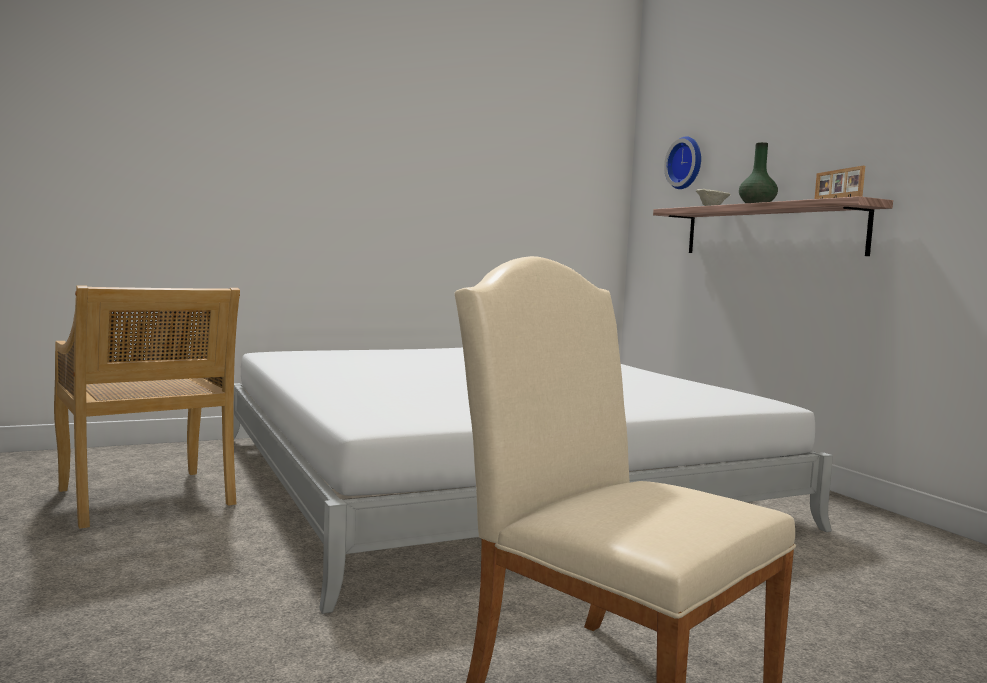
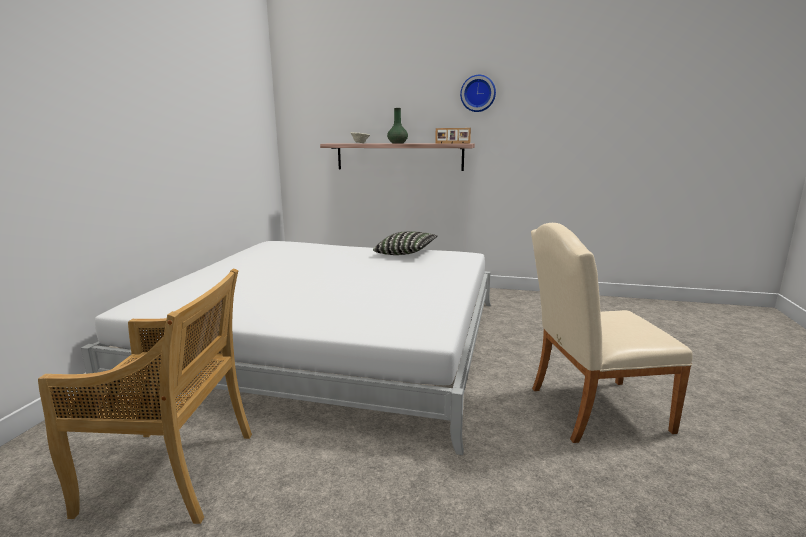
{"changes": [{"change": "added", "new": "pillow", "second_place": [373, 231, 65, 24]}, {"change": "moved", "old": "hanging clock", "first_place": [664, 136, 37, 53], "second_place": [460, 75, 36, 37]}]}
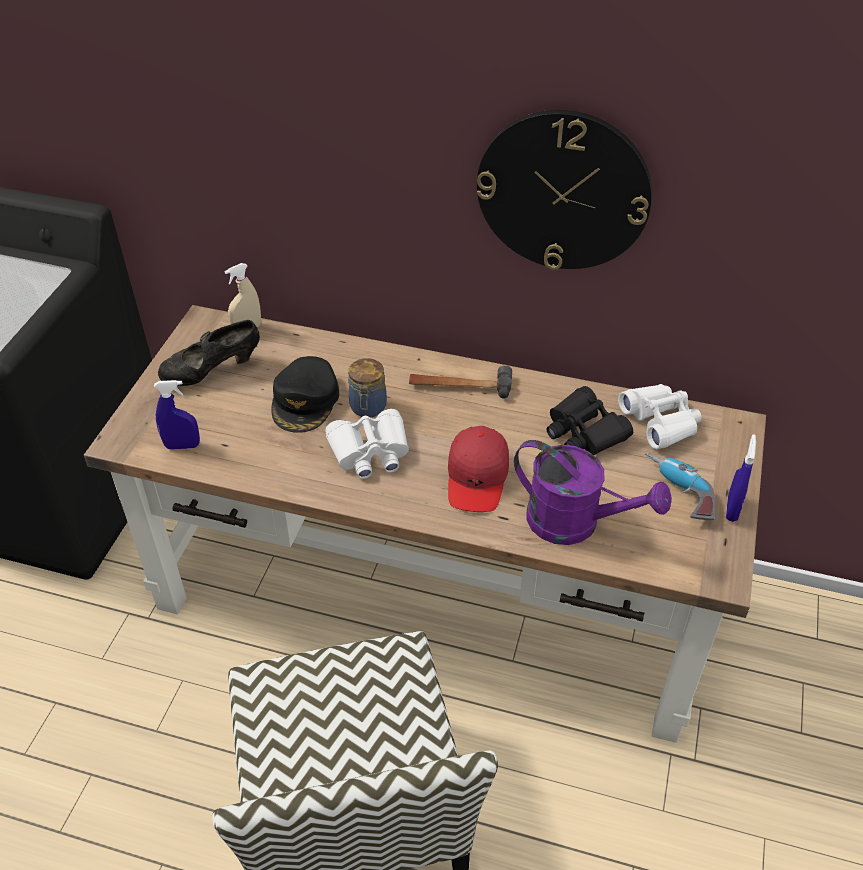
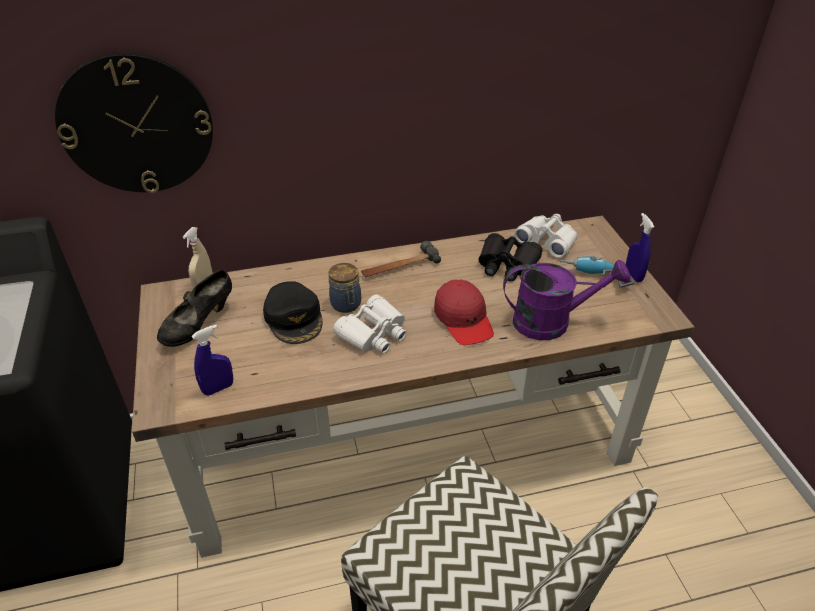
{"changes": [{"change": "moved", "old": "hanging clock", "first_place": [477, 110, 175, 160], "second_place": [55, 53, 158, 140]}]}
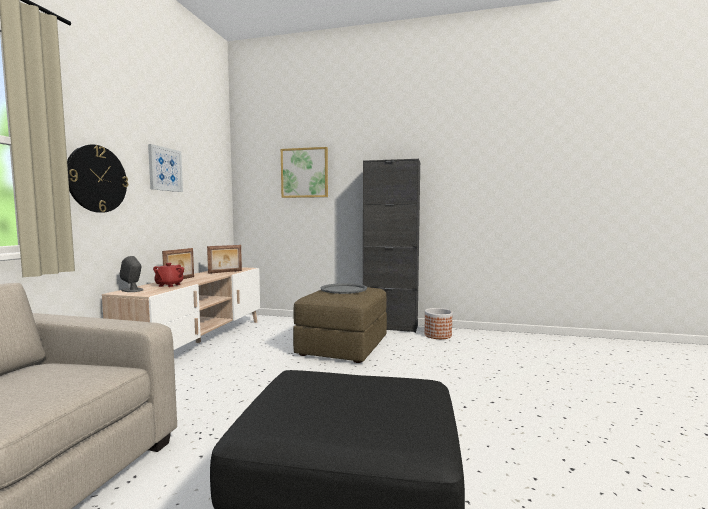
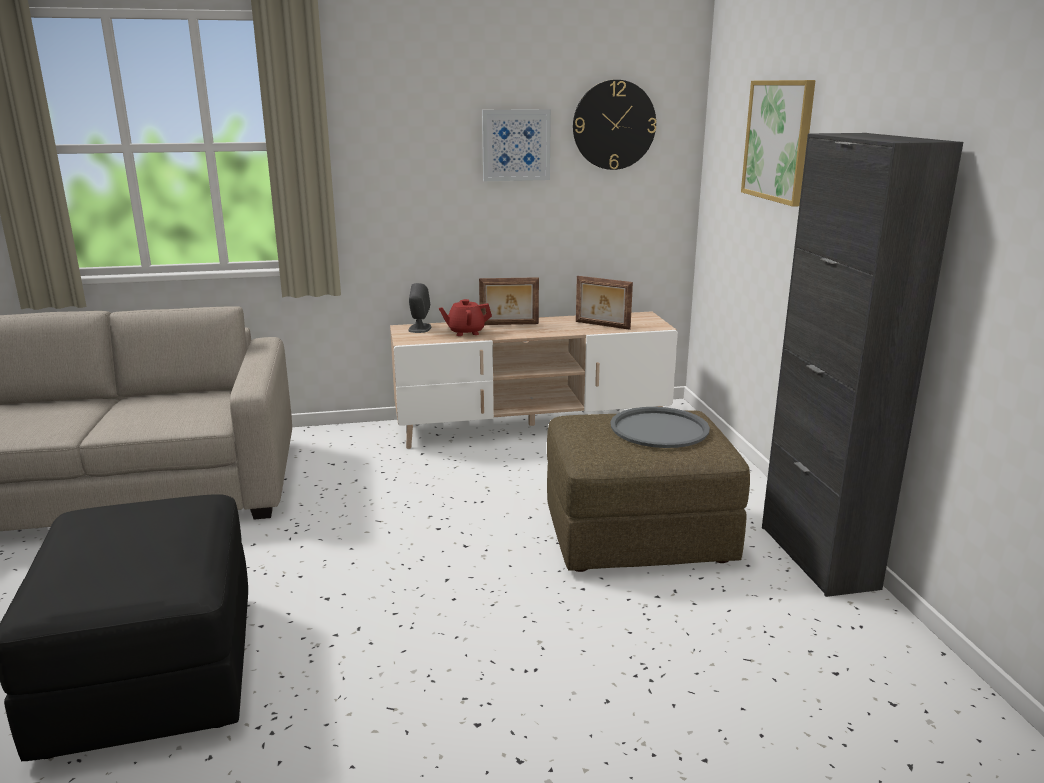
{"changes": [{"change": "moved", "old": "hanging clock", "first_place": [67, 144, 61, 69], "second_place": [573, 80, 83, 90]}, {"change": "removed", "old": "flower pot", "first_place": [424, 308, 28, 31]}]}
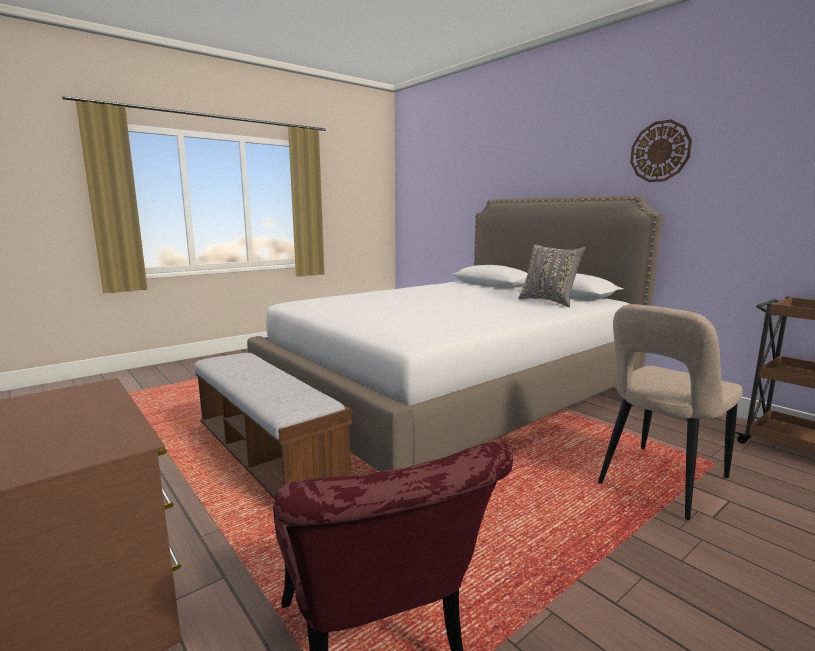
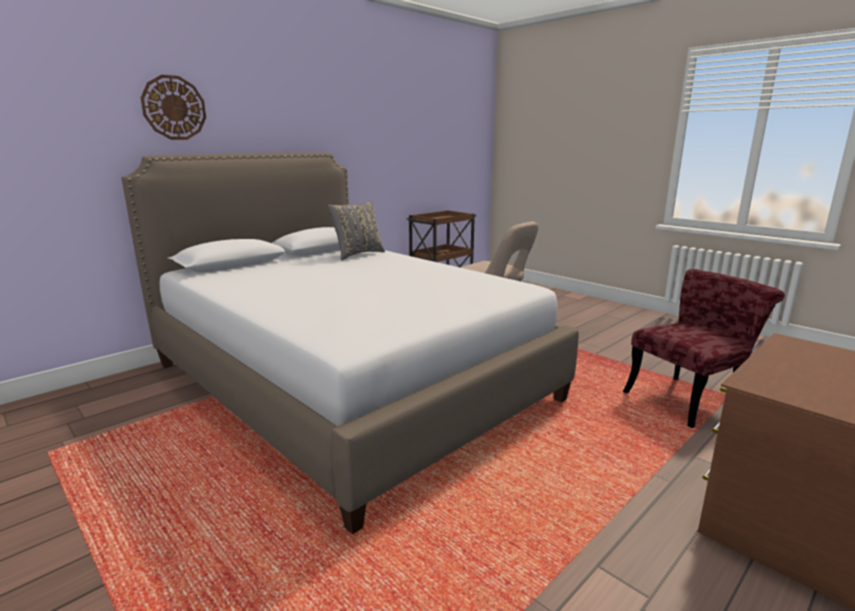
{"changes": [{"change": "moved", "old": "hanging clock", "first_place": [630, 120, 62, 62], "second_place": [141, 75, 65, 65]}, {"change": "removed", "old": "indoor bench", "first_place": [194, 353, 158, 146]}]}
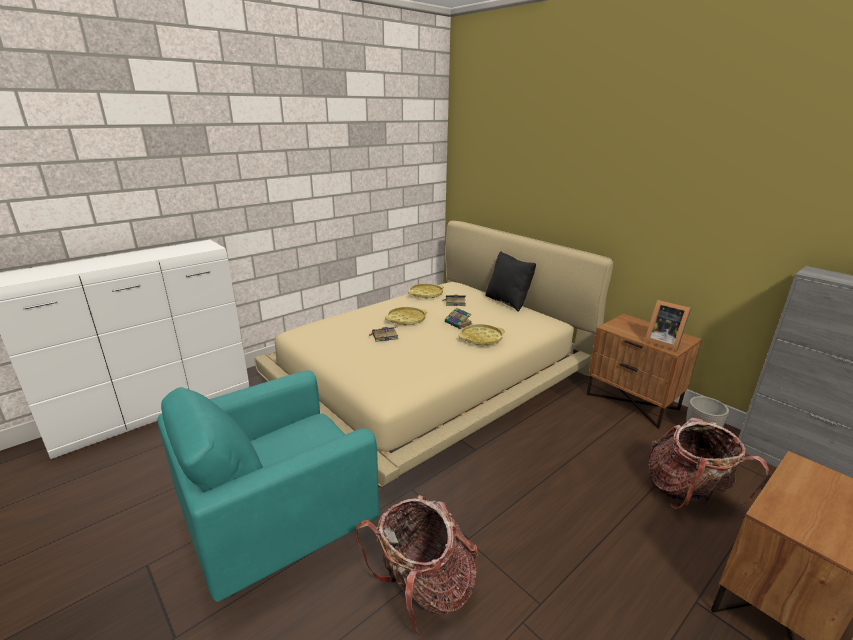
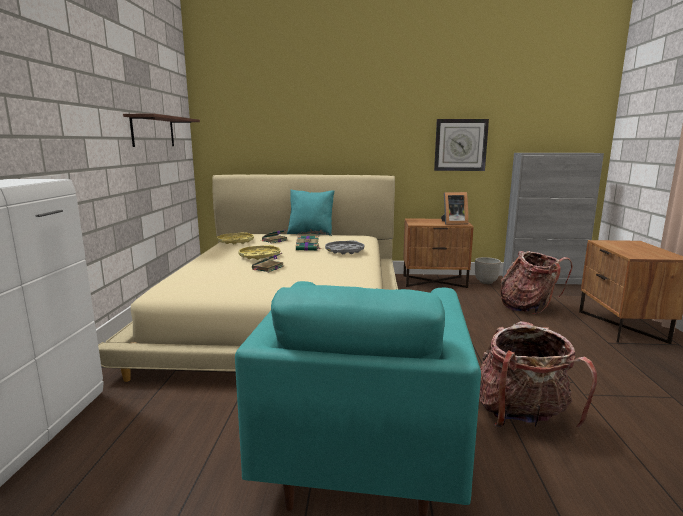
{"changes": [{"change": "added", "new": "wall shelf", "second_place": [123, 114, 77, 33]}, {"change": "recoloured", "old": "pillow (black-coloured)", "new": "pillow (blue-green)", "first_place": [485, 252, 51, 60], "second_place": [287, 190, 47, 46]}, {"change": "recoloured", "old": "tray (yellowish)", "new": "tray (gray)", "first_place": [458, 324, 47, 22], "second_place": [325, 240, 39, 14]}, {"change": "added", "new": "hanging clock", "second_place": [434, 119, 55, 52]}]}
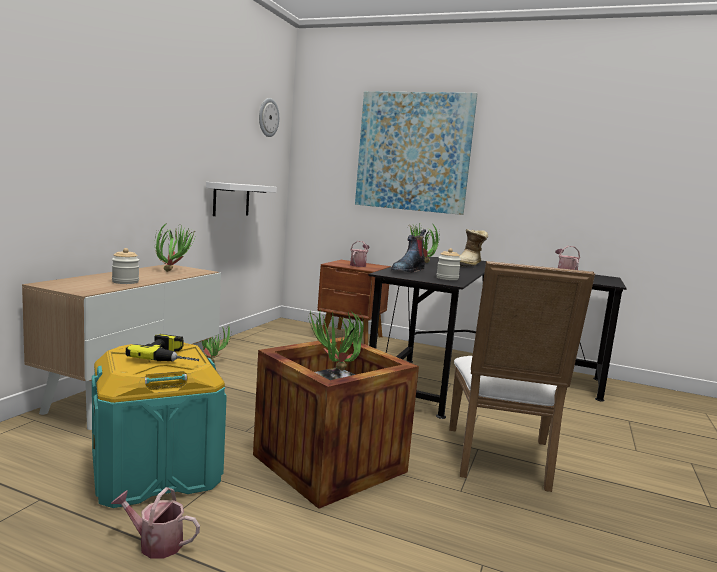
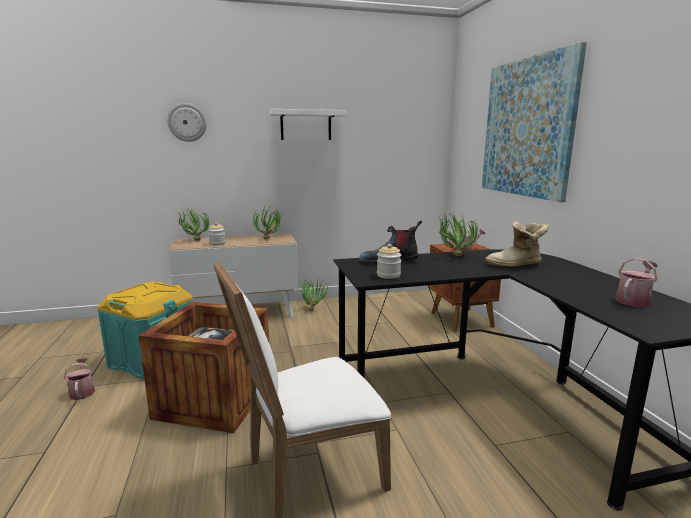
{"changes": [{"change": "moved", "old": "hanging clock", "first_place": [259, 98, 20, 39], "second_place": [167, 103, 40, 39]}, {"change": "moved", "old": "plant in a pot", "first_place": [308, 309, 56, 62], "second_place": [176, 208, 33, 33]}, {"change": "moved", "old": "wall shelf (whitish)", "first_place": [206, 182, 71, 34], "second_place": [269, 109, 77, 31]}, {"change": "removed", "old": "drill", "first_place": [126, 334, 73, 27]}]}
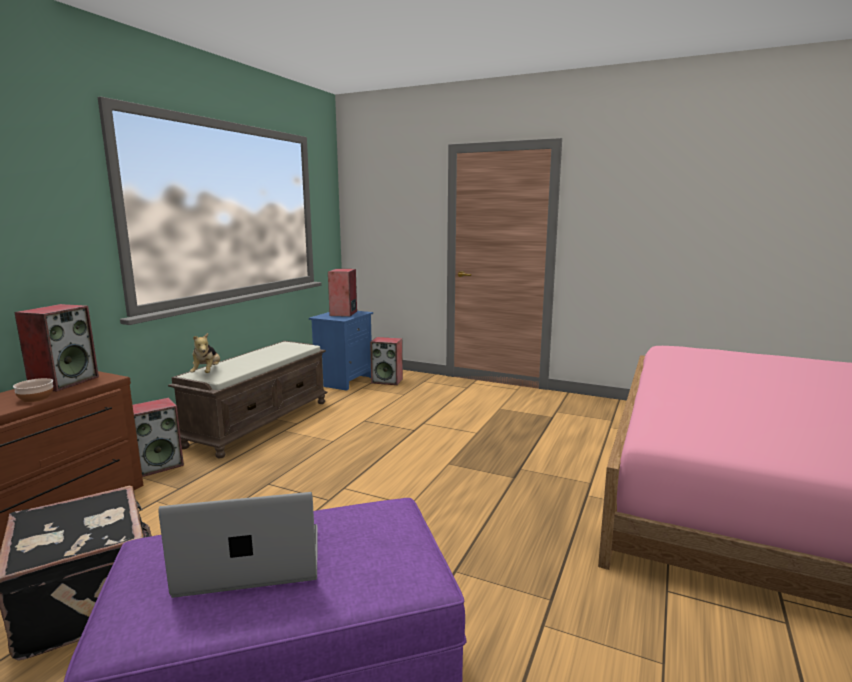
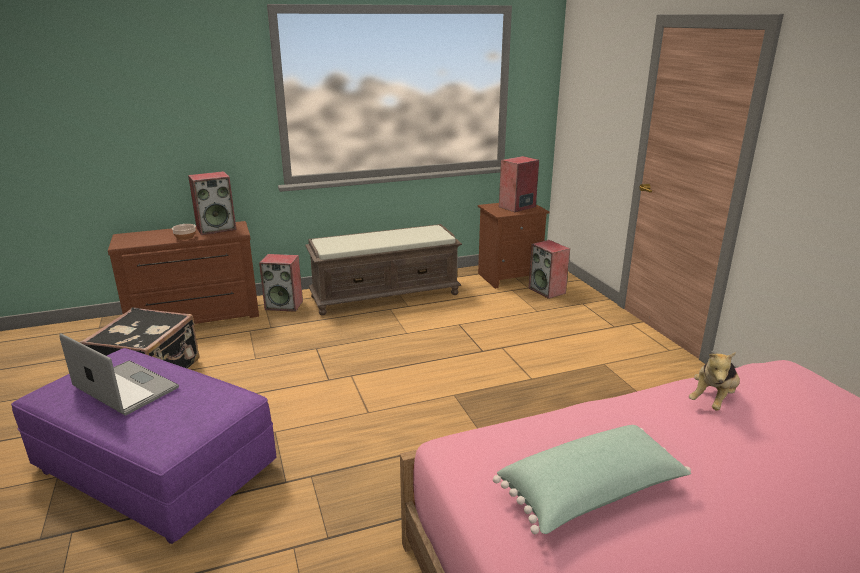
{"changes": [{"change": "recoloured", "old": "bedside table (blue-coloured)", "new": "bedside table (brown-coloured)", "first_place": [309, 311, 64, 80], "second_place": [478, 203, 72, 86]}, {"change": "added", "new": "pillow (green)", "second_place": [493, 425, 198, 109]}, {"change": "moved", "old": "cuddly toy", "first_place": [190, 333, 30, 40], "second_place": [689, 352, 51, 59]}]}
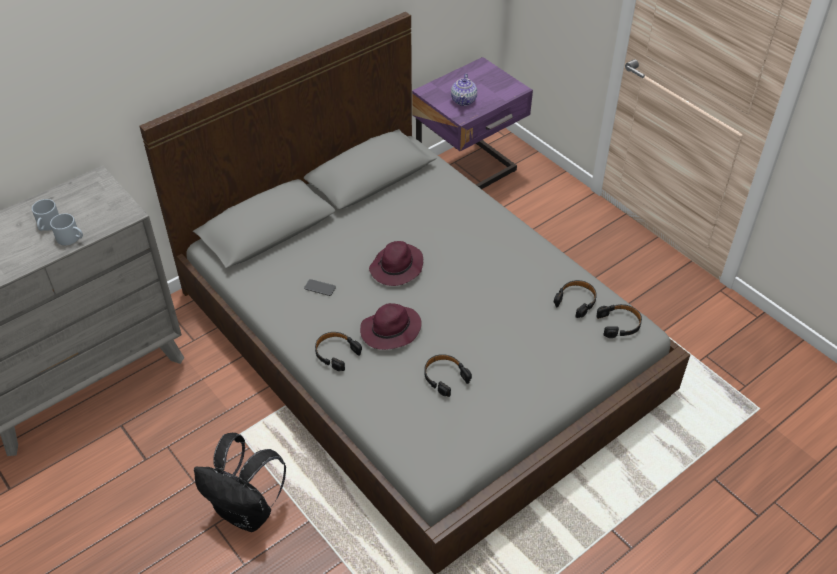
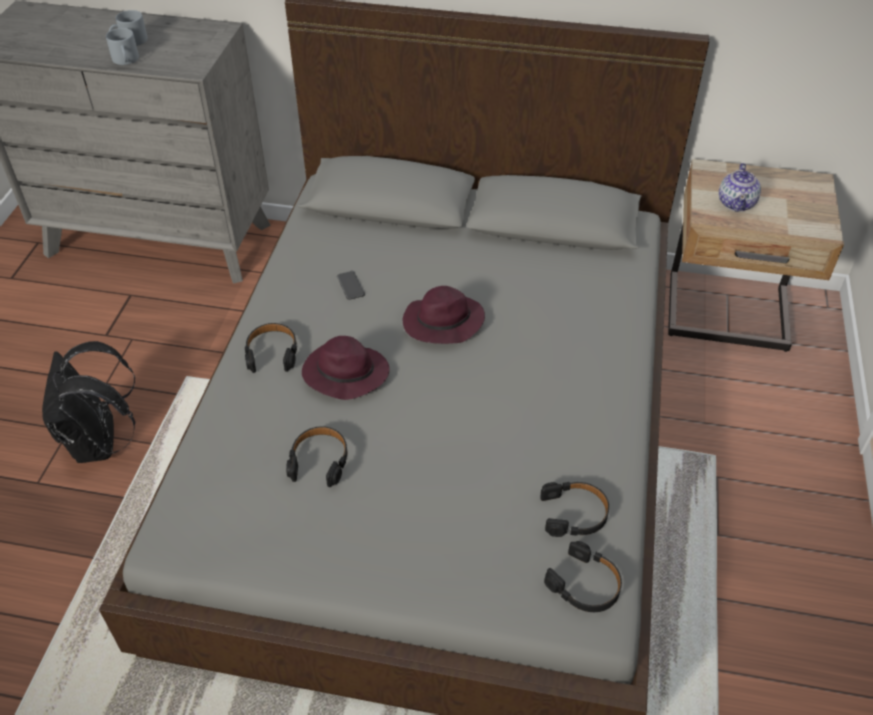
{"changes": [{"change": "recoloured", "old": "bedside table (purplish)", "new": "bedside table (beige)", "first_place": [412, 57, 121, 132], "second_place": [668, 159, 176, 193]}, {"change": "turned", "old": "teapot", "first_place": [451, 74, 26, 32], "second_place": [719, 163, 42, 49], "degrees": -45}]}
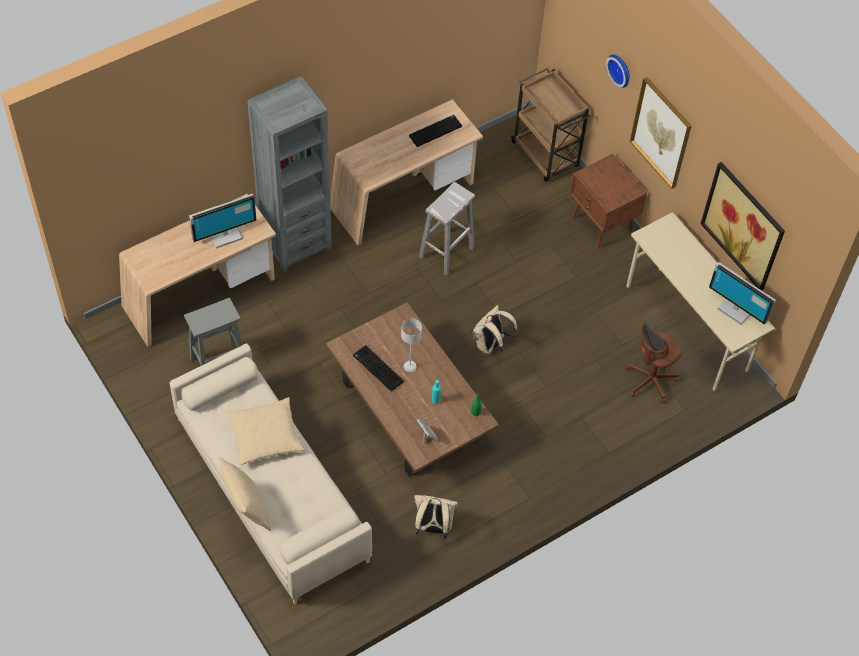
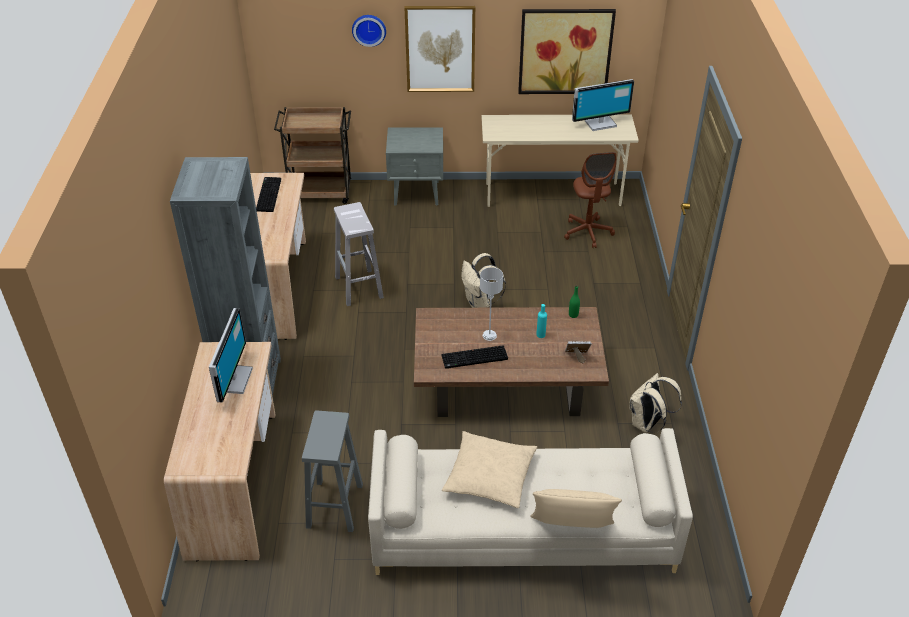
{"changes": [{"change": "recoloured", "old": "bedside table (brown-coloured)", "new": "bedside table (gray)", "first_place": [570, 154, 77, 95], "second_place": [386, 127, 57, 79]}]}
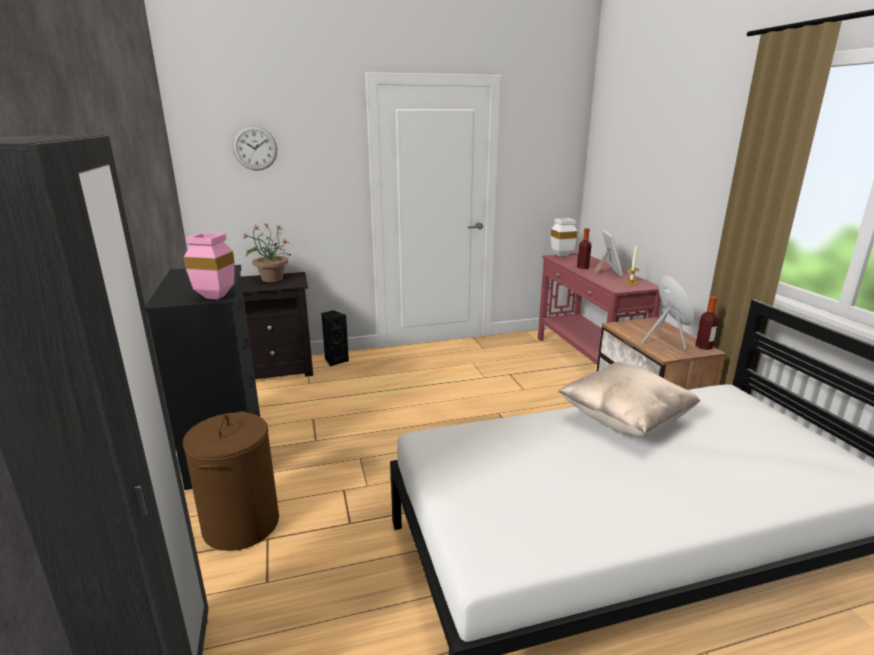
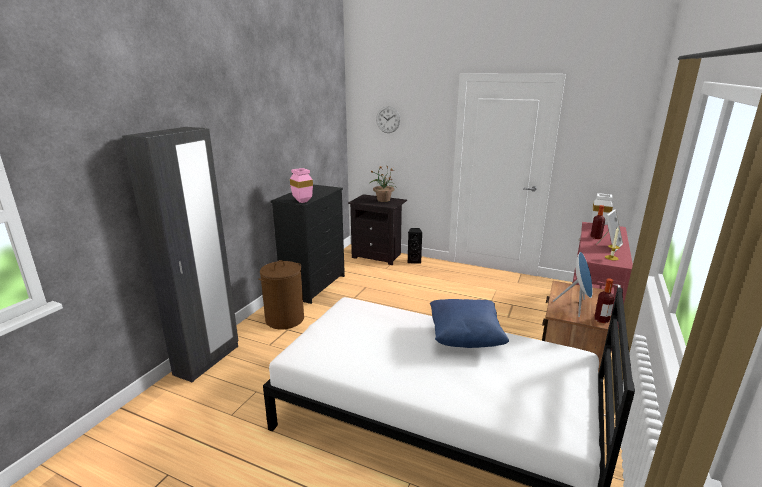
{"changes": [{"change": "recoloured", "old": "pillow (beige)", "new": "pillow (blue-coloured)", "first_place": [558, 362, 142, 75], "second_place": [430, 299, 79, 49]}]}
